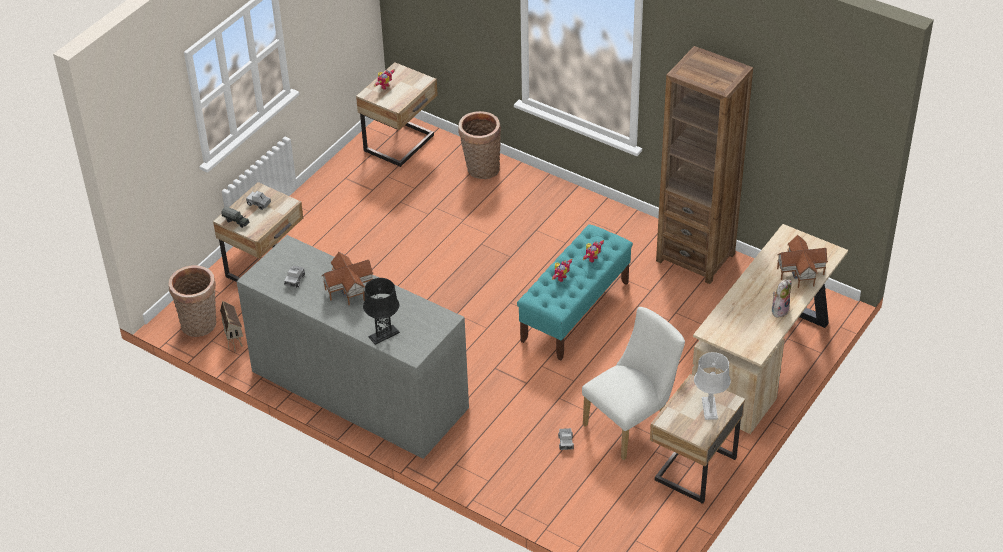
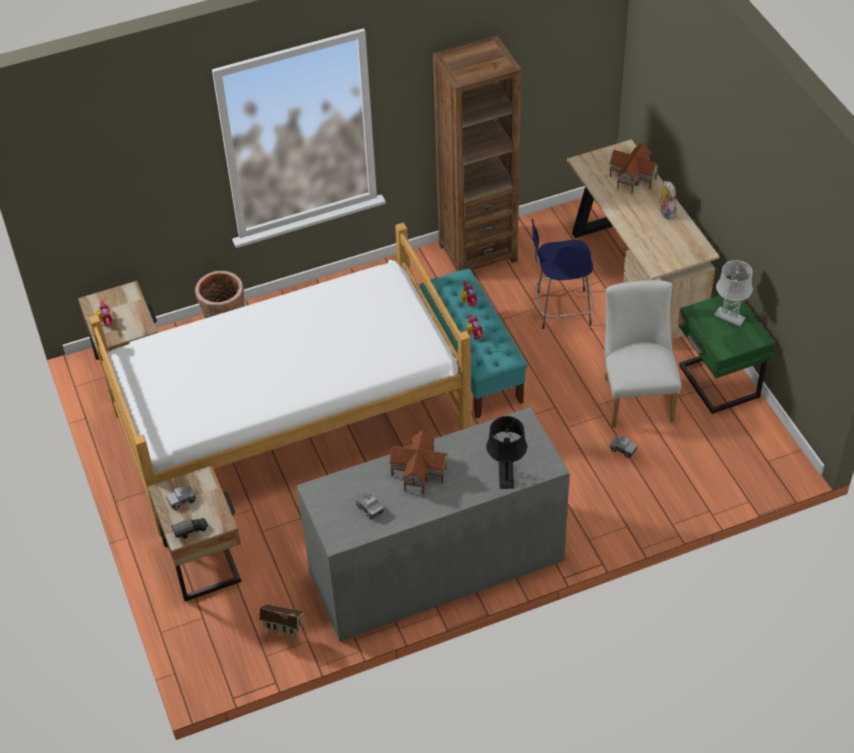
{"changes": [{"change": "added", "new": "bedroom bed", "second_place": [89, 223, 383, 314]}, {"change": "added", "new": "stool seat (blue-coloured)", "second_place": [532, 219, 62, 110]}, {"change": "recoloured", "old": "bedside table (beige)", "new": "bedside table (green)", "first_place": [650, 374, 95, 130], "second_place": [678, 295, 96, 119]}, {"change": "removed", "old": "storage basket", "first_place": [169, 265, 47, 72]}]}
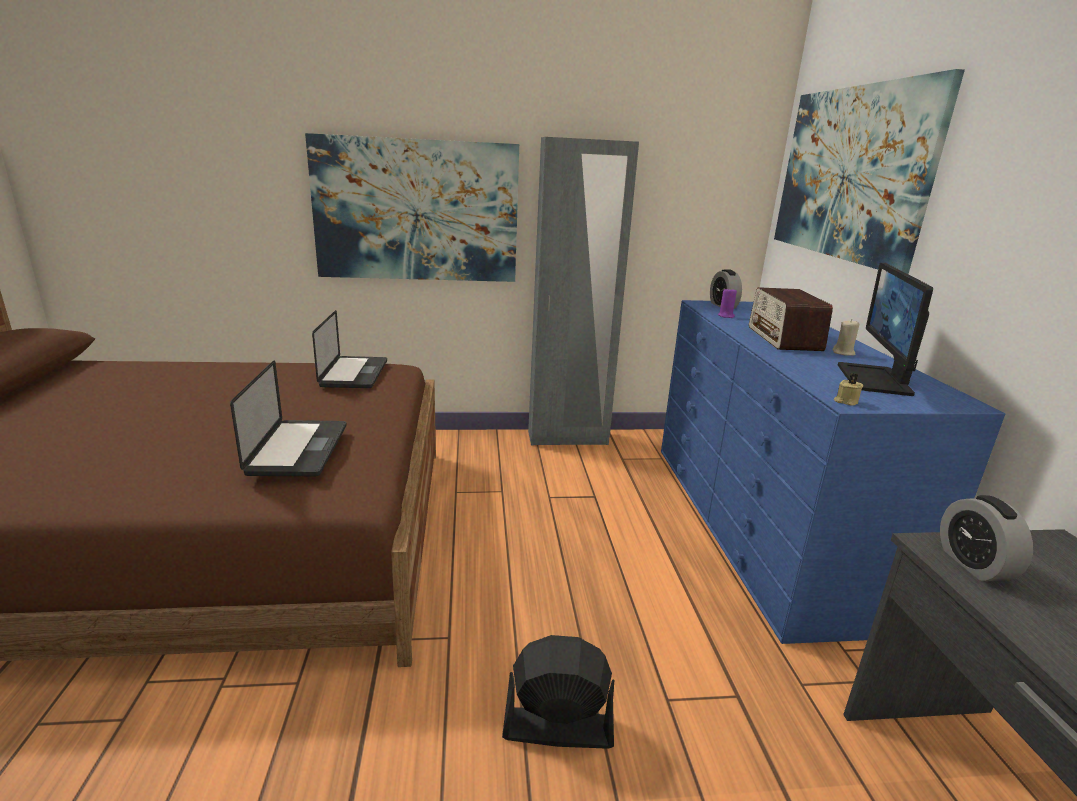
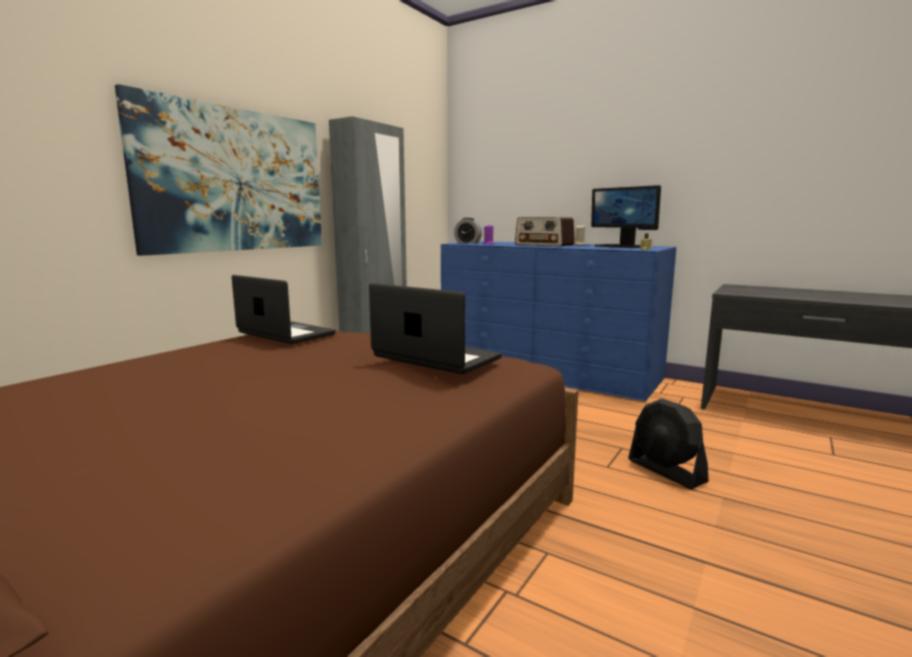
{"changes": [{"change": "turned", "old": "fan (black-coloured)", "first_place": [502, 635, 112, 114], "second_place": [628, 399, 81, 90], "degrees": -75}, {"change": "removed", "old": "picture", "first_place": [774, 69, 191, 205]}, {"change": "removed", "old": "table clock", "first_place": [940, 495, 93, 86]}]}
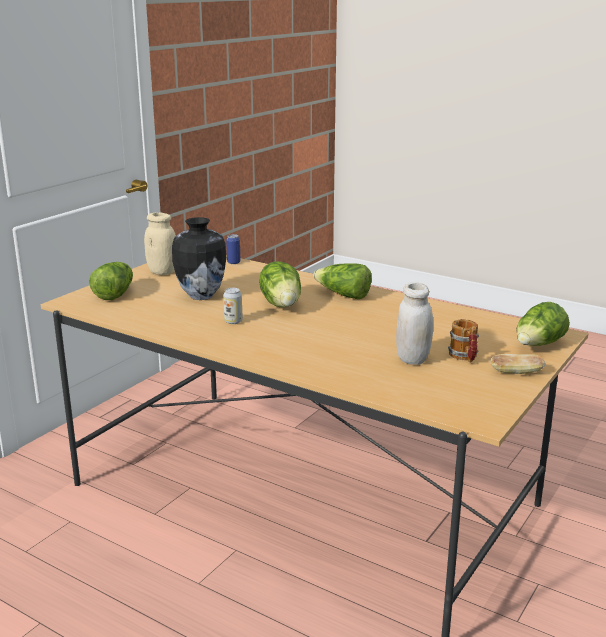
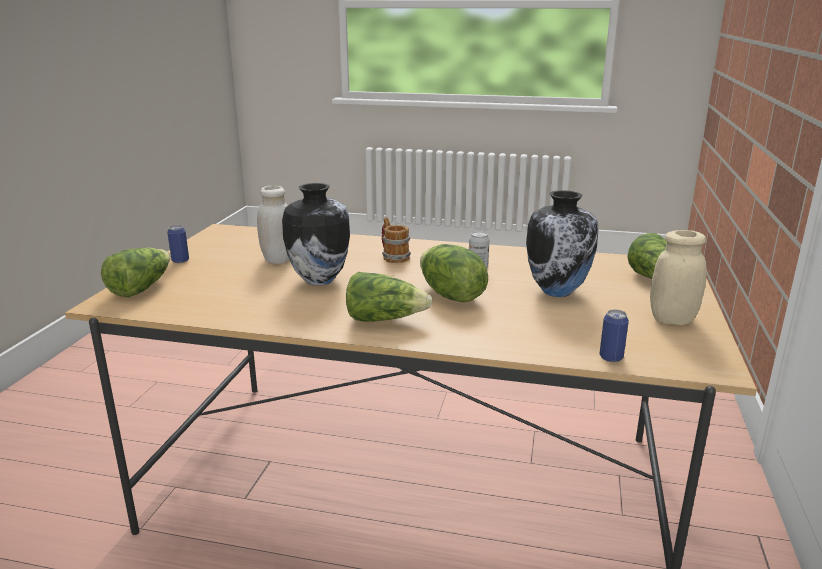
{"changes": [{"change": "replaced", "old": "baked bread", "new": "can", "first_place": [491, 354, 55, 20], "second_place": [167, 225, 22, 38]}, {"change": "added", "new": "decorative vase", "second_place": [282, 183, 68, 103]}, {"change": "moved", "old": "coffee mug", "first_place": [448, 319, 31, 43], "second_place": [381, 218, 30, 45]}]}
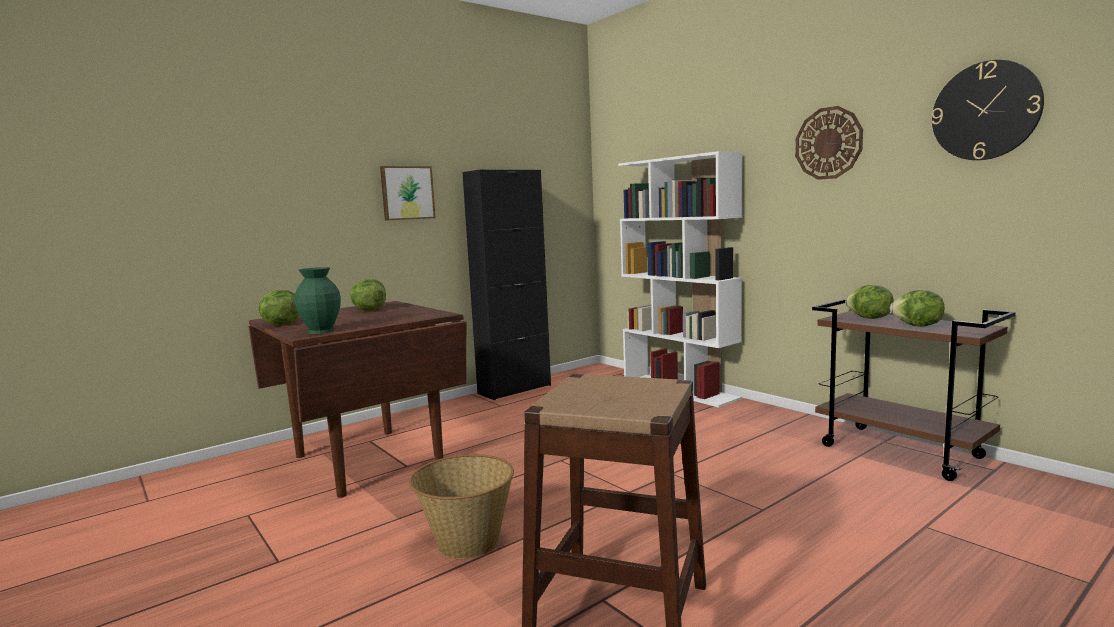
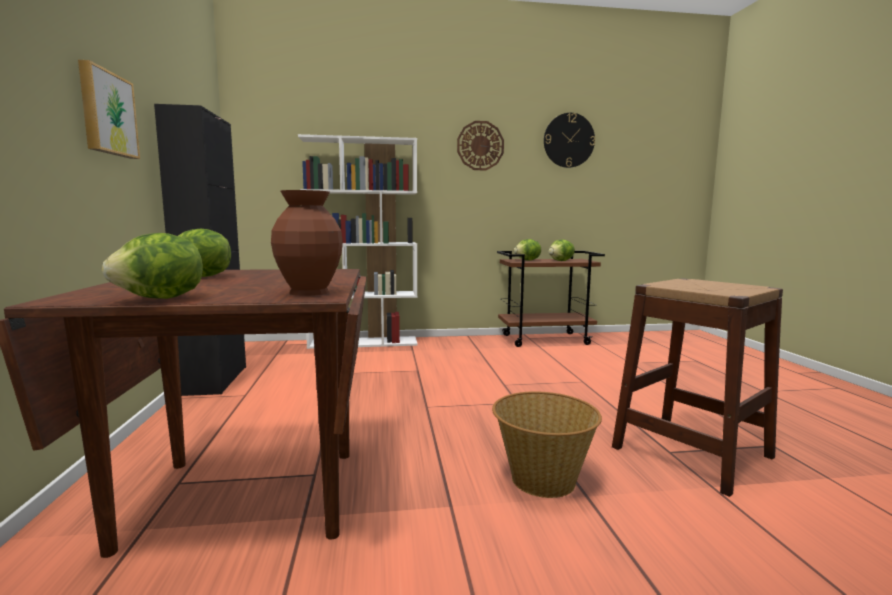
{"changes": [{"change": "recoloured", "old": "decorative vase (green)", "new": "decorative vase (brown-coloured)", "first_place": [295, 267, 46, 67], "second_place": [271, 190, 72, 106]}]}
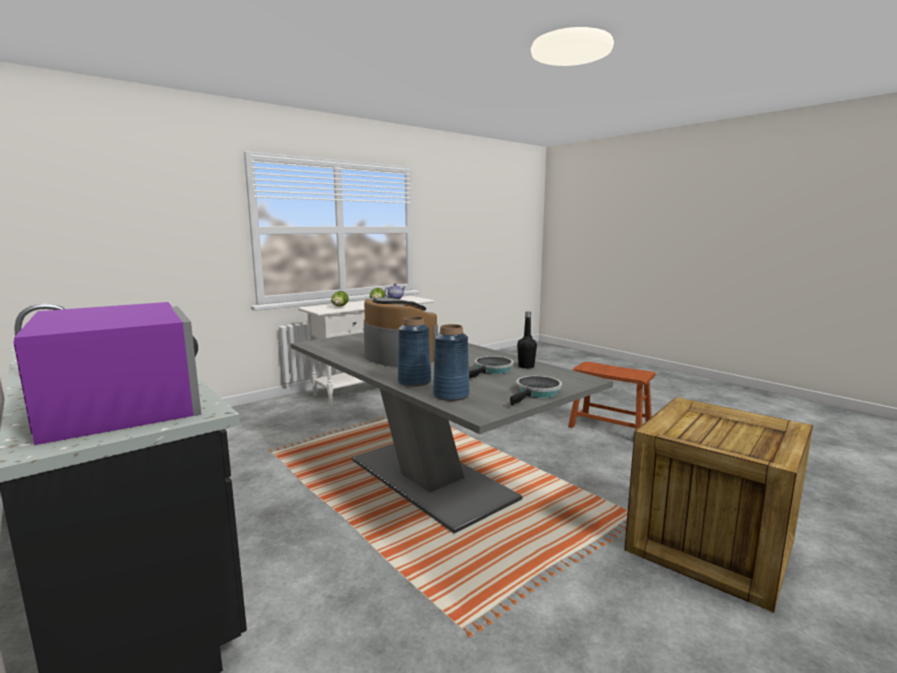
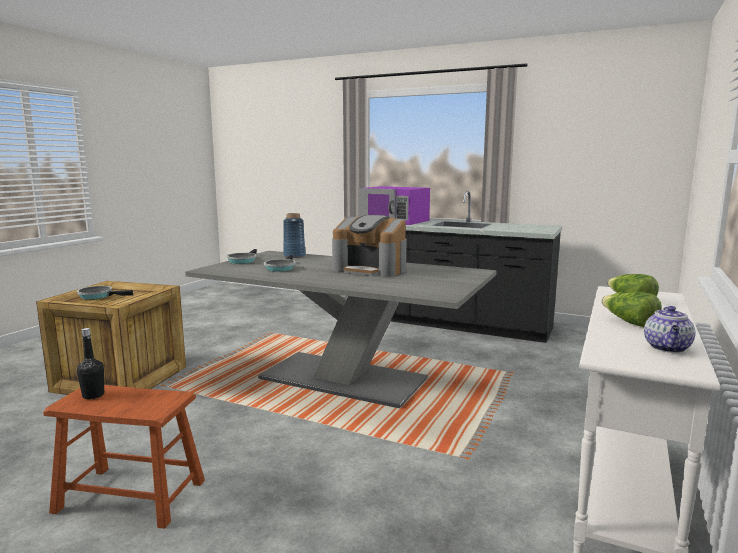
{"changes": [{"change": "added", "new": "pan", "second_place": [77, 286, 56, 14]}, {"change": "moved", "old": "bottle (black-coloured)", "first_place": [517, 311, 20, 58], "second_place": [77, 328, 27, 71]}, {"change": "removed", "old": "decorative vase (blue-coloured)", "first_place": [398, 317, 33, 70]}]}
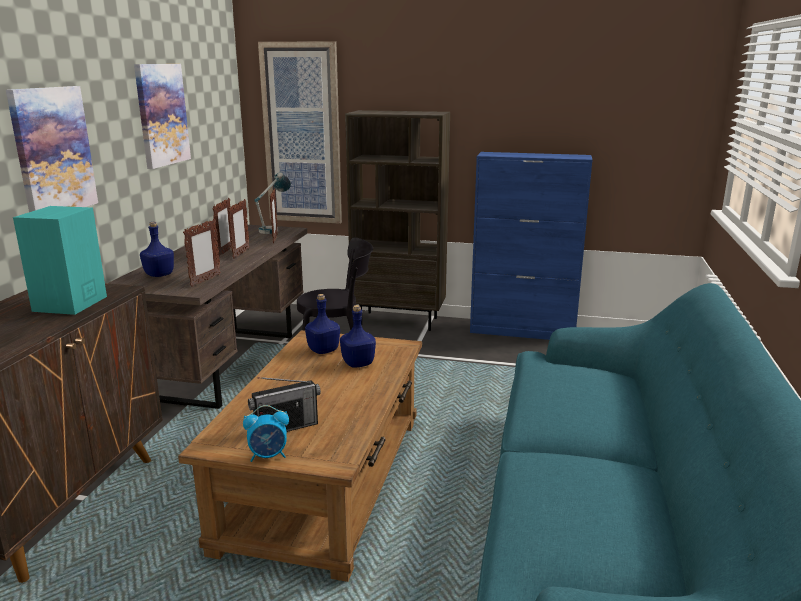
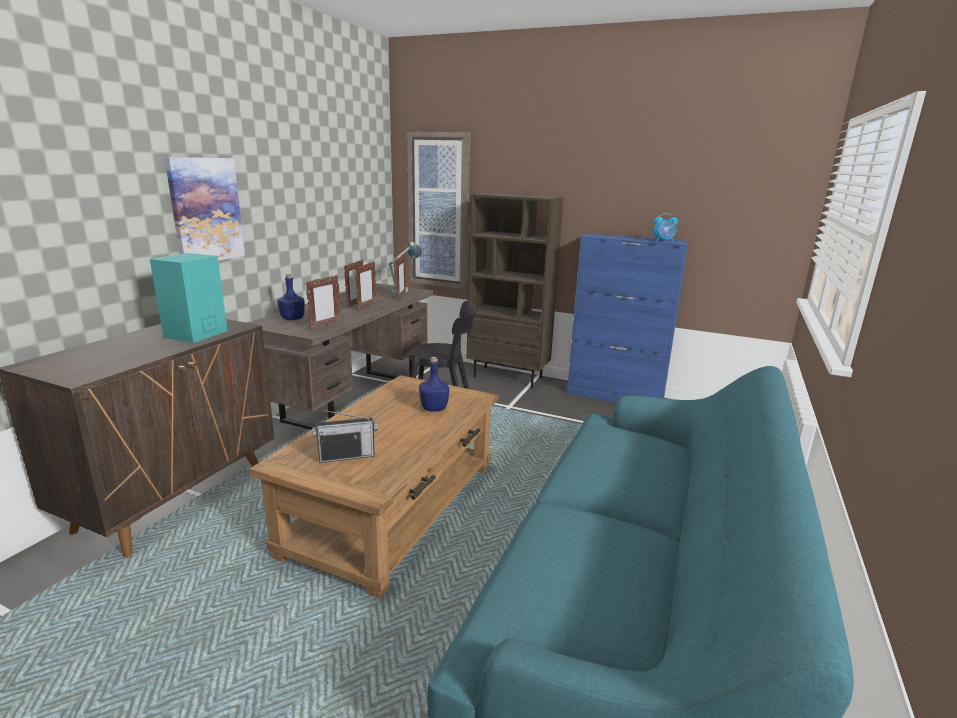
{"changes": [{"change": "moved", "old": "table clock", "first_place": [243, 405, 46, 57], "second_place": [653, 213, 25, 29]}, {"change": "removed", "old": "picture", "first_place": [134, 64, 57, 105]}, {"change": "removed", "old": "bottle (blue-coloured)", "first_place": [305, 294, 35, 60]}]}
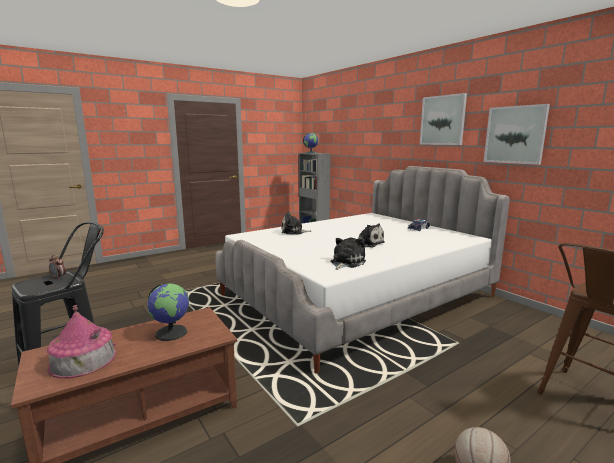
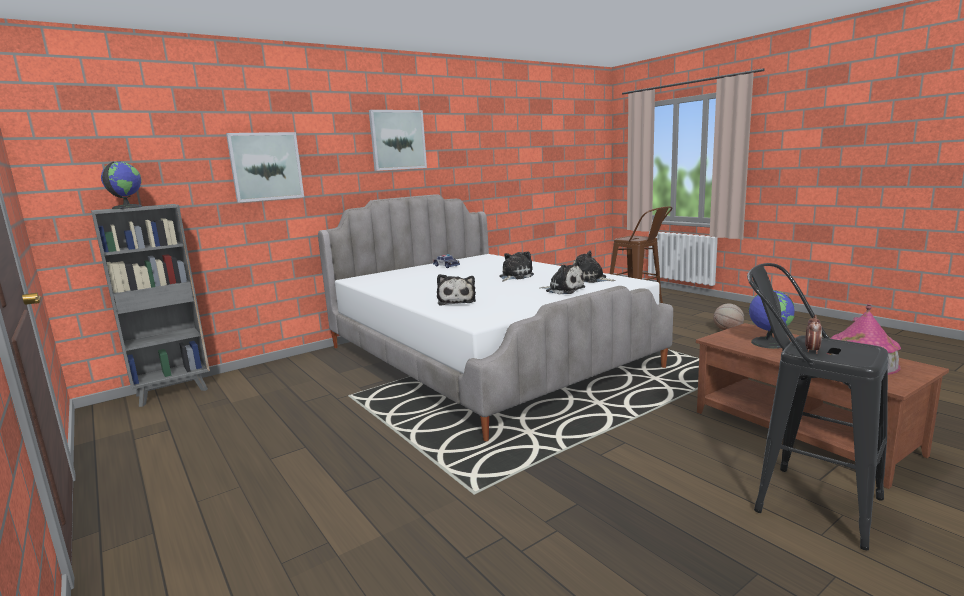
{"changes": [{"change": "moved", "old": "picture", "first_place": [484, 104, 66, 61], "second_place": [226, 132, 78, 71]}, {"change": "added", "new": "cuddly toy", "second_place": [539, 263, 46, 31]}]}
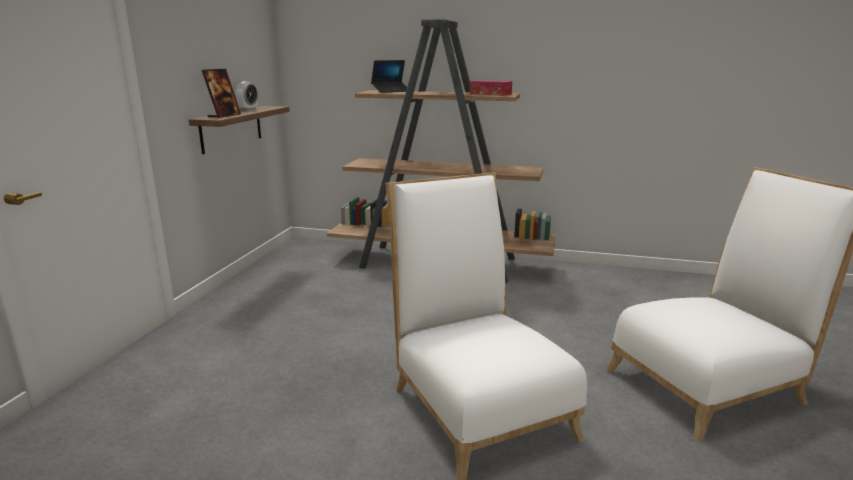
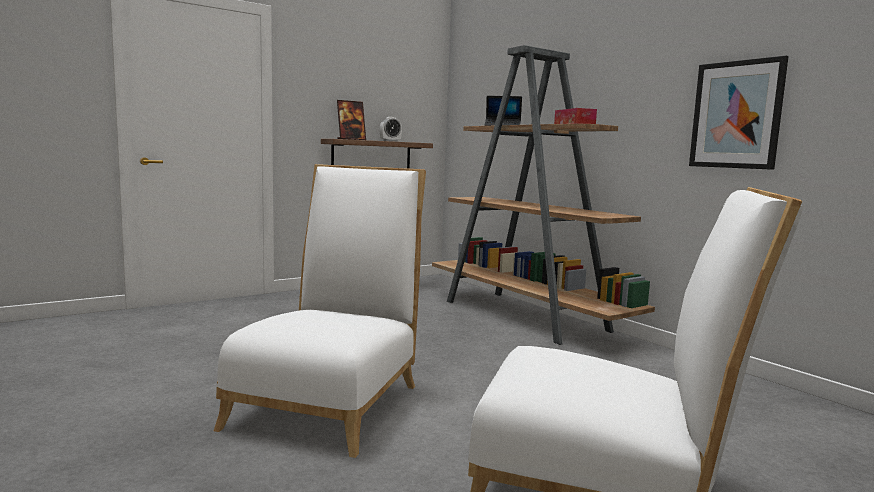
{"changes": [{"change": "added", "new": "picture", "second_place": [689, 55, 100, 115]}]}
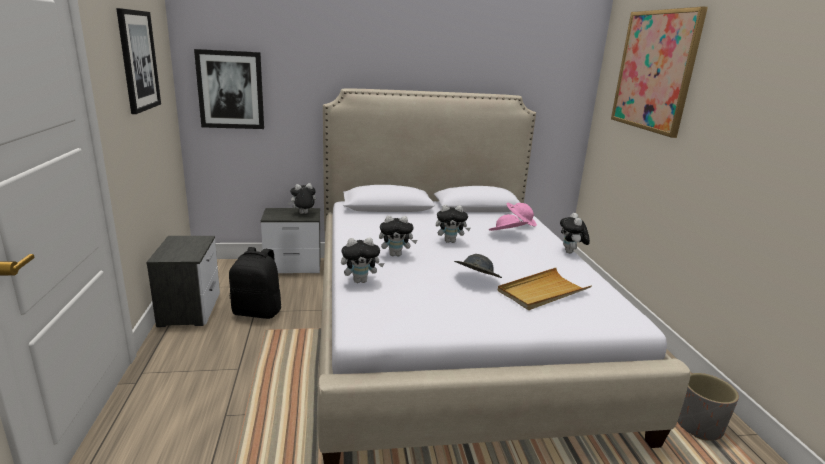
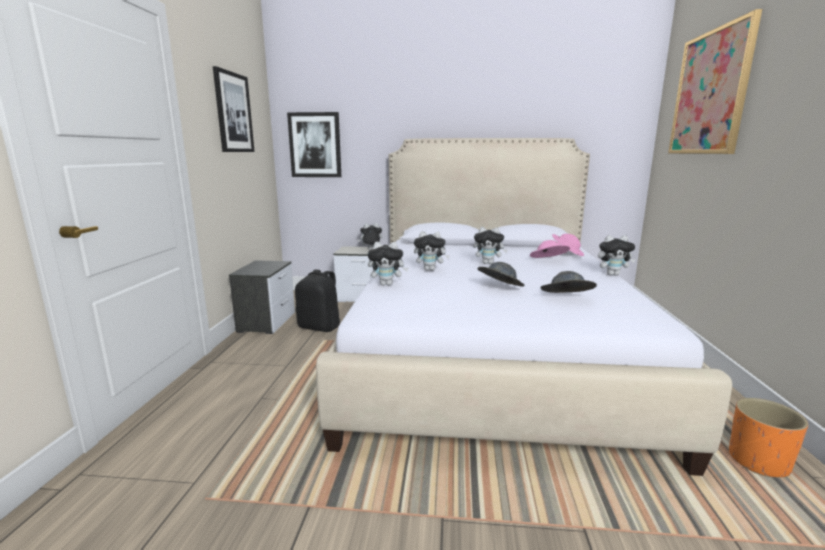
{"changes": [{"change": "replaced", "old": "tray (beige)", "new": "wearable hat (gray)", "first_place": [498, 268, 94, 42], "second_place": [540, 271, 57, 22]}, {"change": "turned", "old": "cuddly toy", "first_place": [560, 213, 30, 40], "second_place": [598, 235, 38, 41], "degrees": -105}, {"change": "recoloured", "old": "flower pot (gray)", "new": "flower pot (orange-coloured)", "first_place": [677, 373, 62, 68], "second_place": [729, 398, 79, 80]}]}
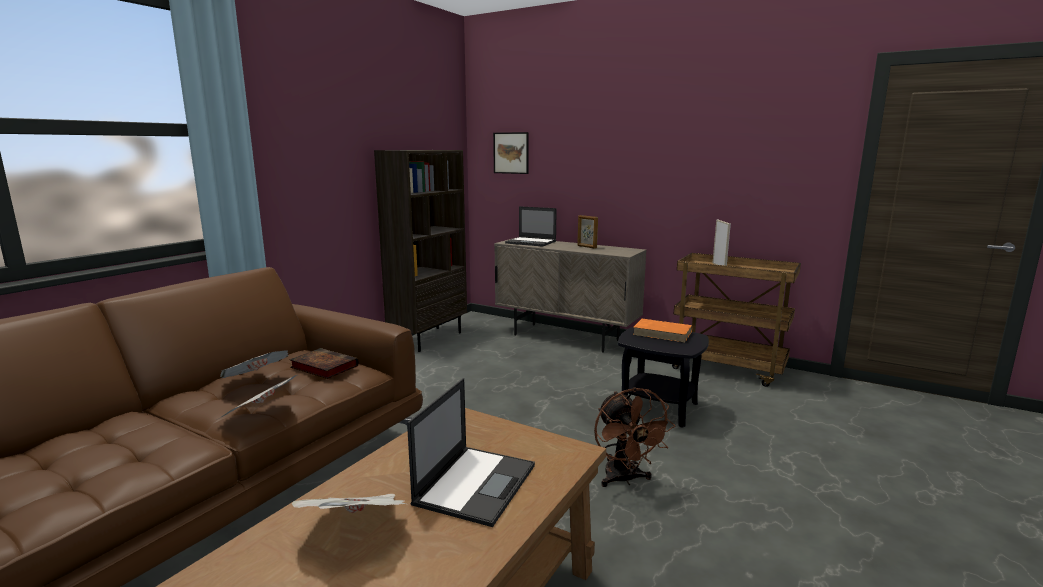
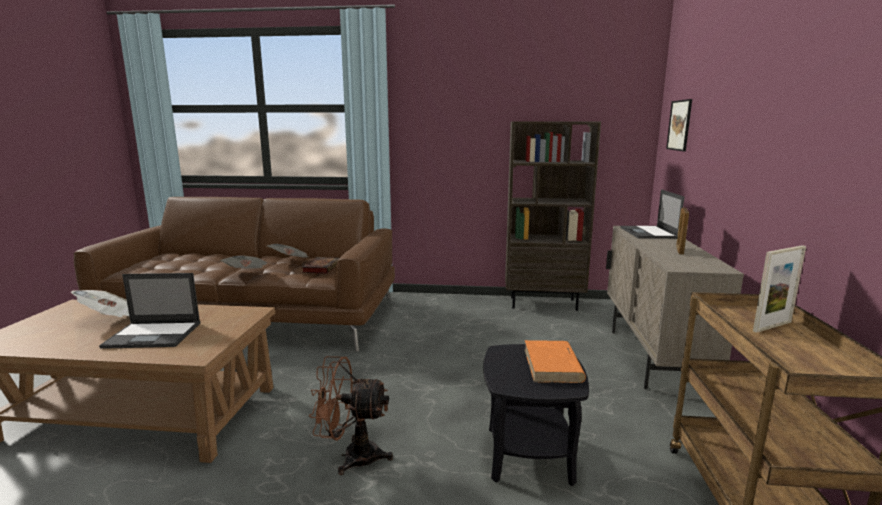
{"changes": [{"change": "turned", "old": "fan (brown-coloured)", "first_place": [594, 387, 81, 100], "second_place": [309, 356, 84, 119], "degrees": 45}]}
